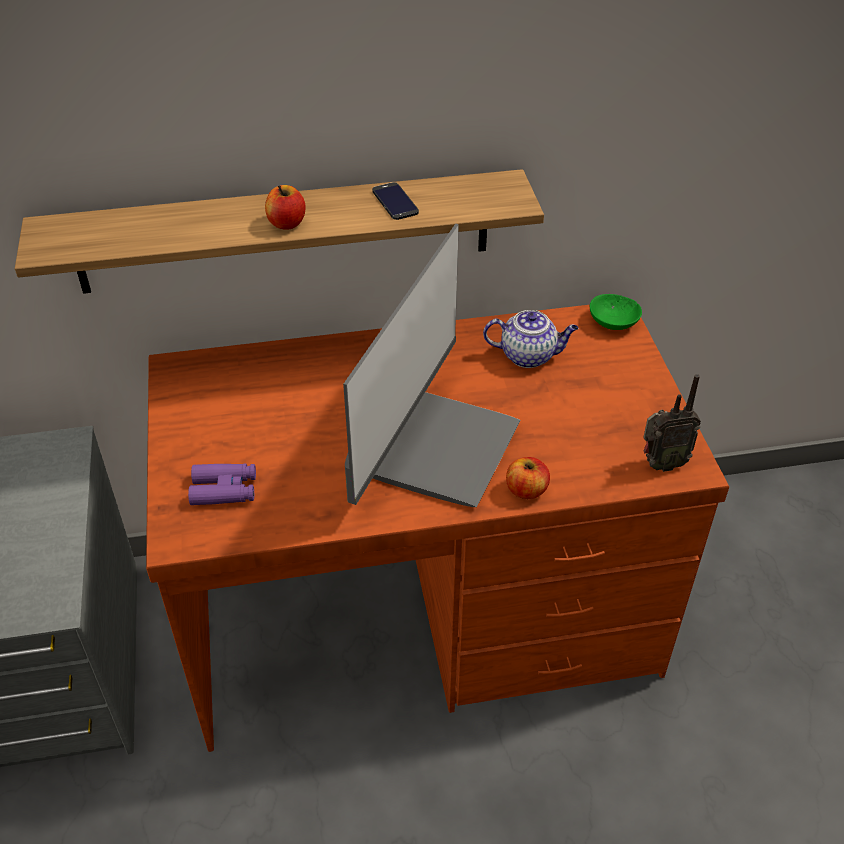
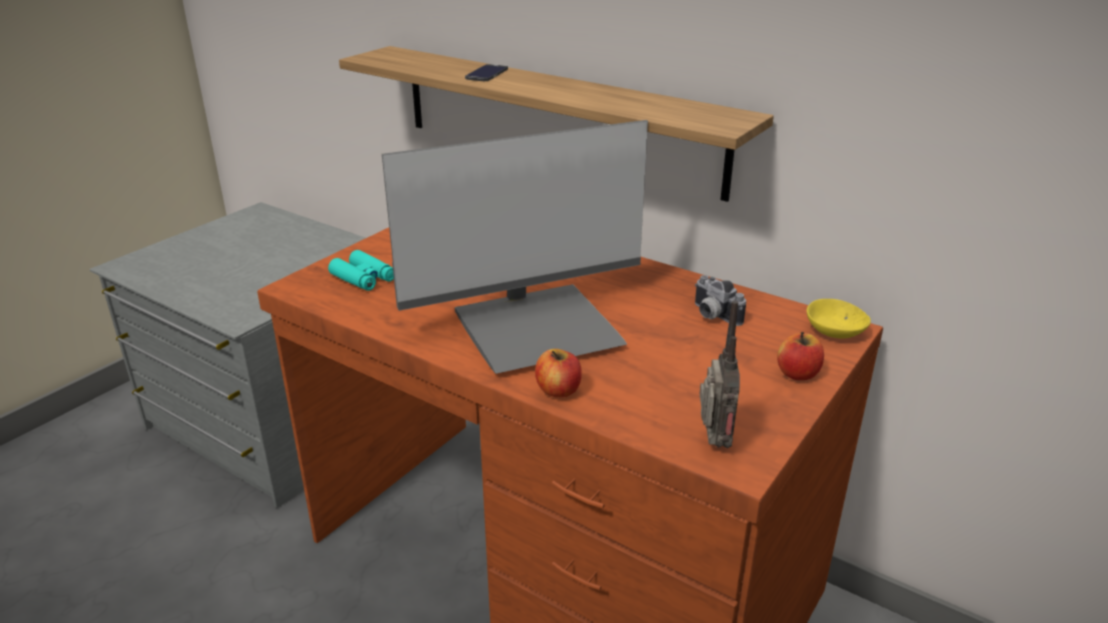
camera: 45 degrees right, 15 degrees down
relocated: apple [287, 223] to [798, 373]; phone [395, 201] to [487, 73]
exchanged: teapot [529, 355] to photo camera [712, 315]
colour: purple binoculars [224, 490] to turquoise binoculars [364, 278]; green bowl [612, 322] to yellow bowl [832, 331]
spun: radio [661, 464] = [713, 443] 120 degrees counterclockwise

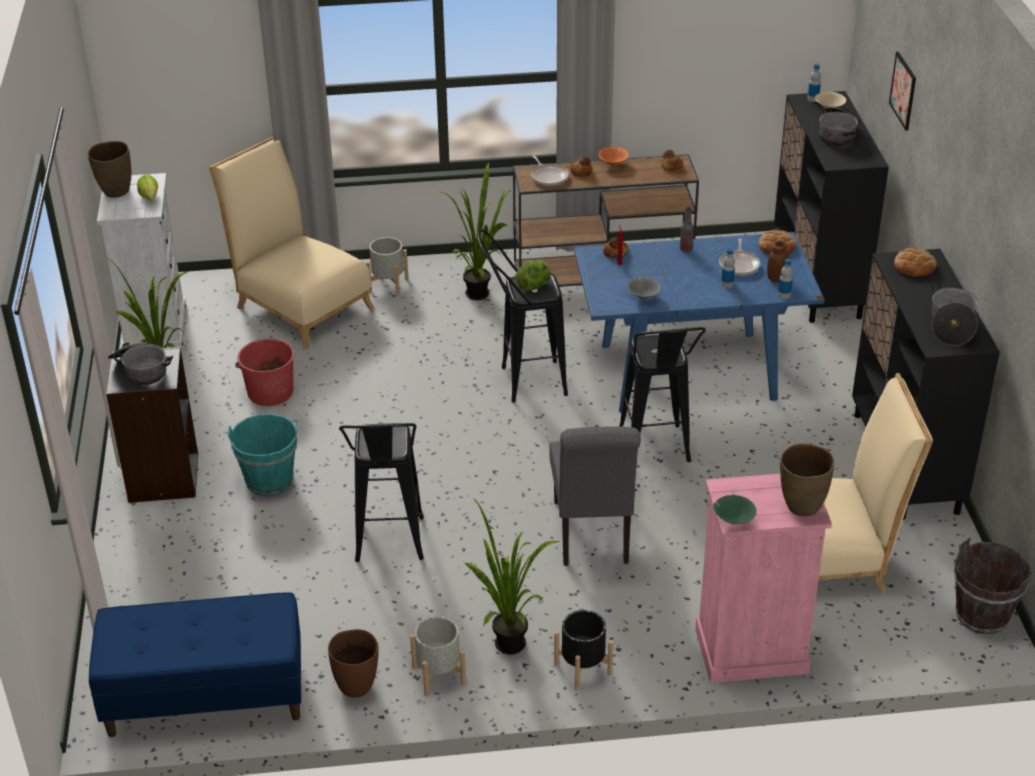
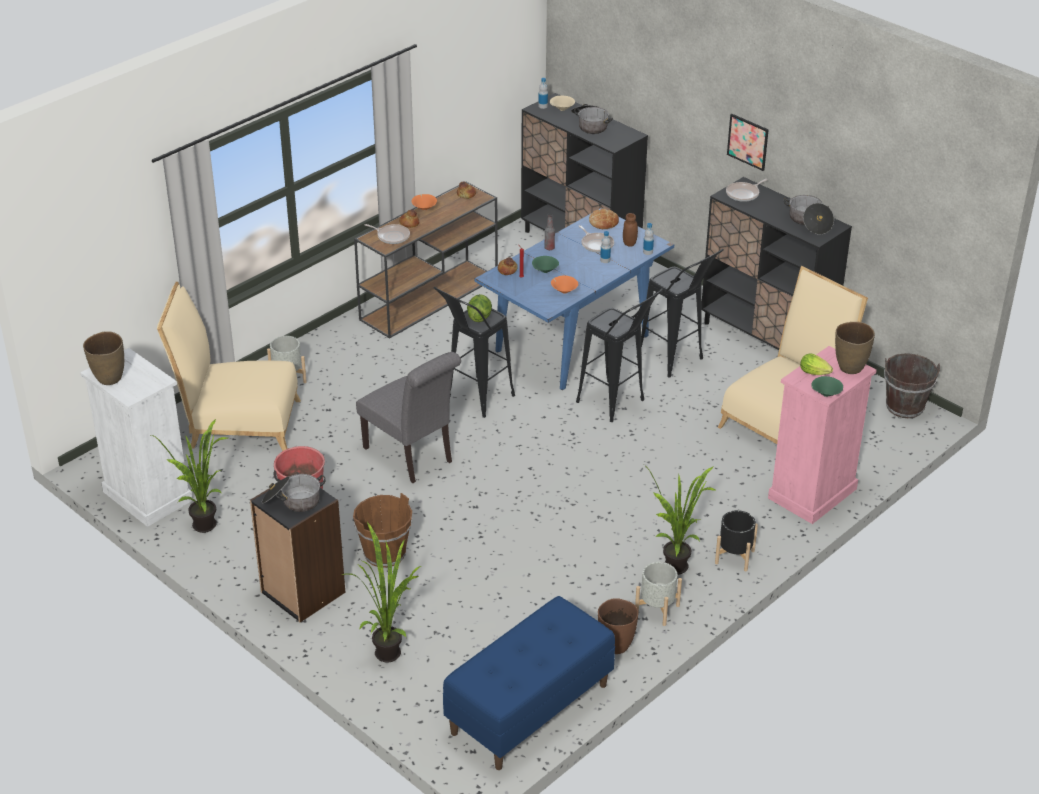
camera: 40 degrees left, 0 degrees up
appeared: green bowl [544, 271]
relocated: lettuce [150, 198] to [816, 373]; black stool [389, 549] to [677, 362]; potted plant [481, 292] to [389, 649]; grey chair [592, 536] to [412, 457]; picture [903, 90] to [748, 141]
exchanged: bread [914, 266] to frying pan [744, 194]
colour: turquoise bucket [269, 481] to brown bucket [385, 554]; grey bowl [643, 296] to orange bowl [563, 291]

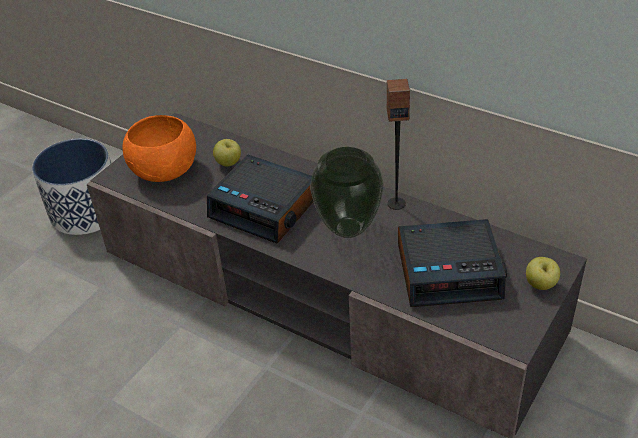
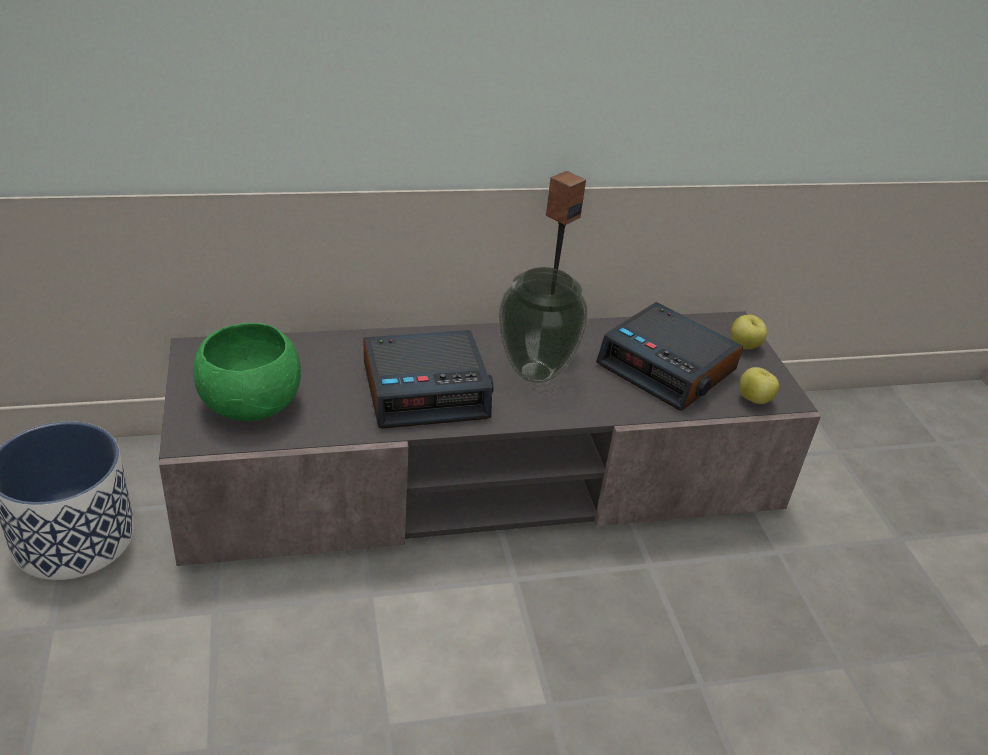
camera: 50 degrees left, 5 degrees down
relocated: apple [228, 163] to [754, 400]
colour: orange bowl [165, 170] to green bowl [251, 403]
spun: alarm clock [450, 271] = [668, 368] 90 degrees clockwise

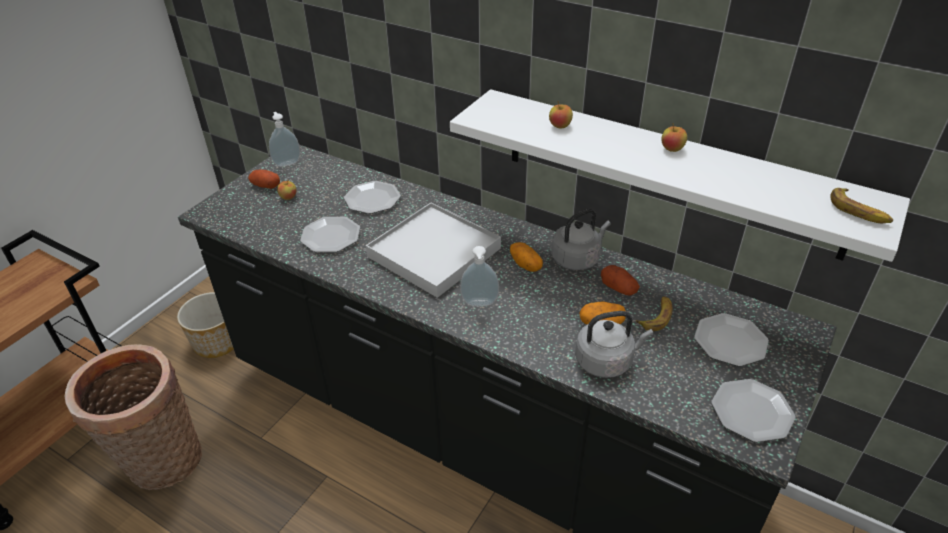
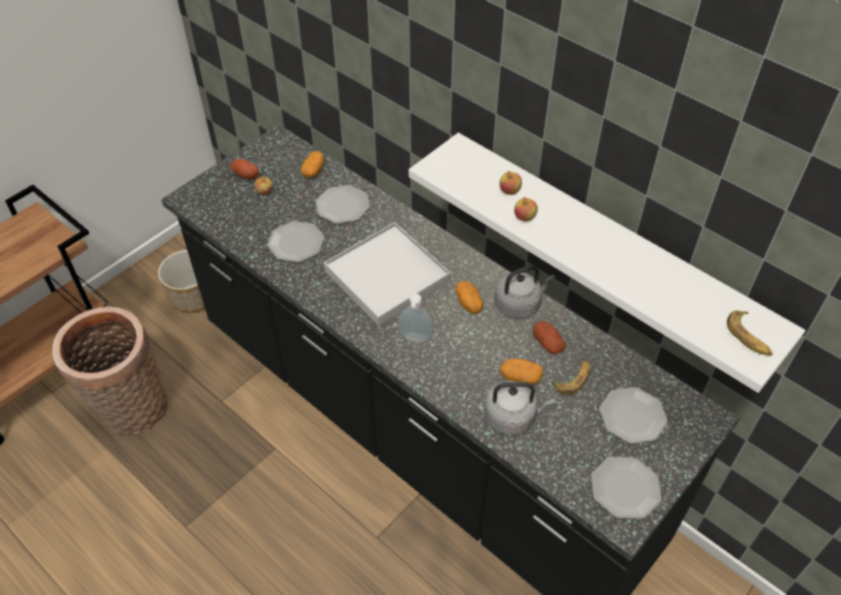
camera: 10 degrees right, 10 degrees up
missing: soap dispenser [287, 163]
appeared: potato [313, 171]
relocated: apple [672, 149] to [524, 217]

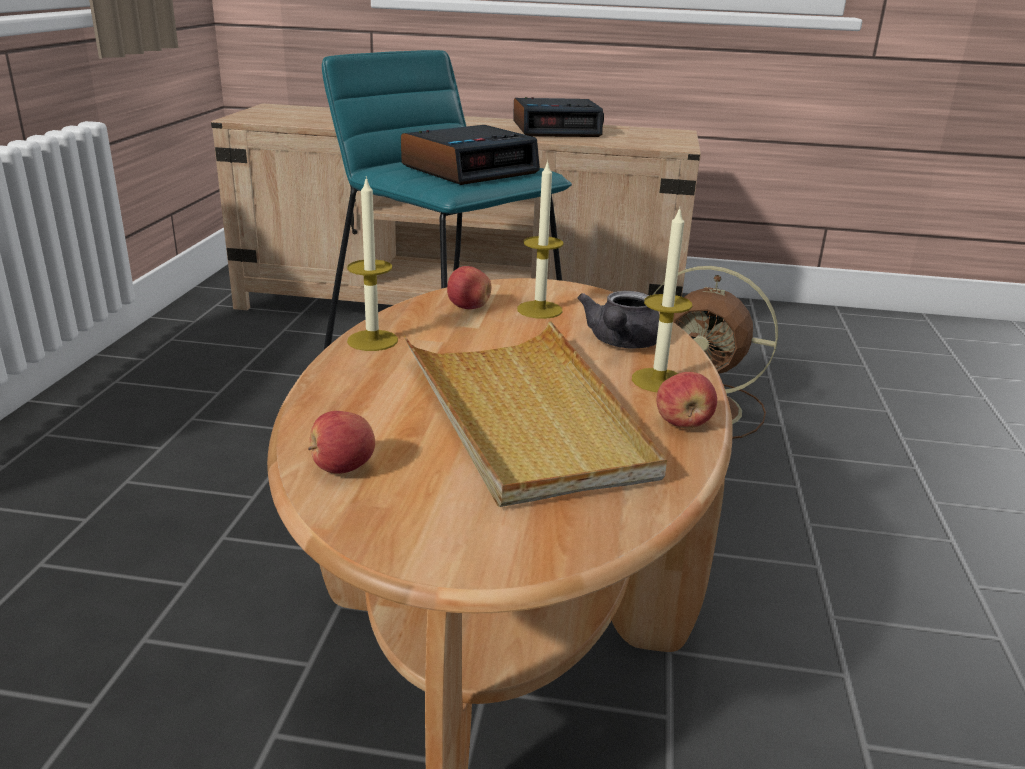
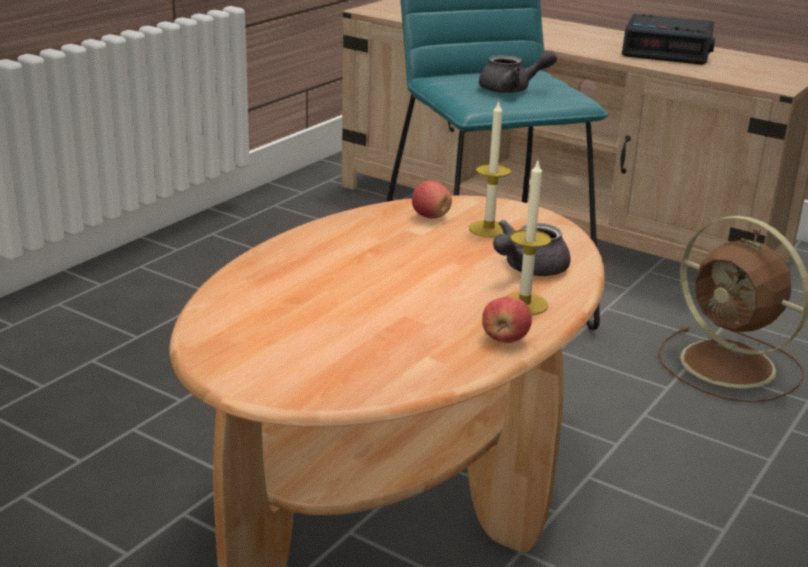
camera: 25 degrees right, 0 degrees up
missing: apple [342, 468]; candle [372, 340]; beige tray [524, 415]
exchanged: alarm clock [470, 169] to grey teapot [512, 89]

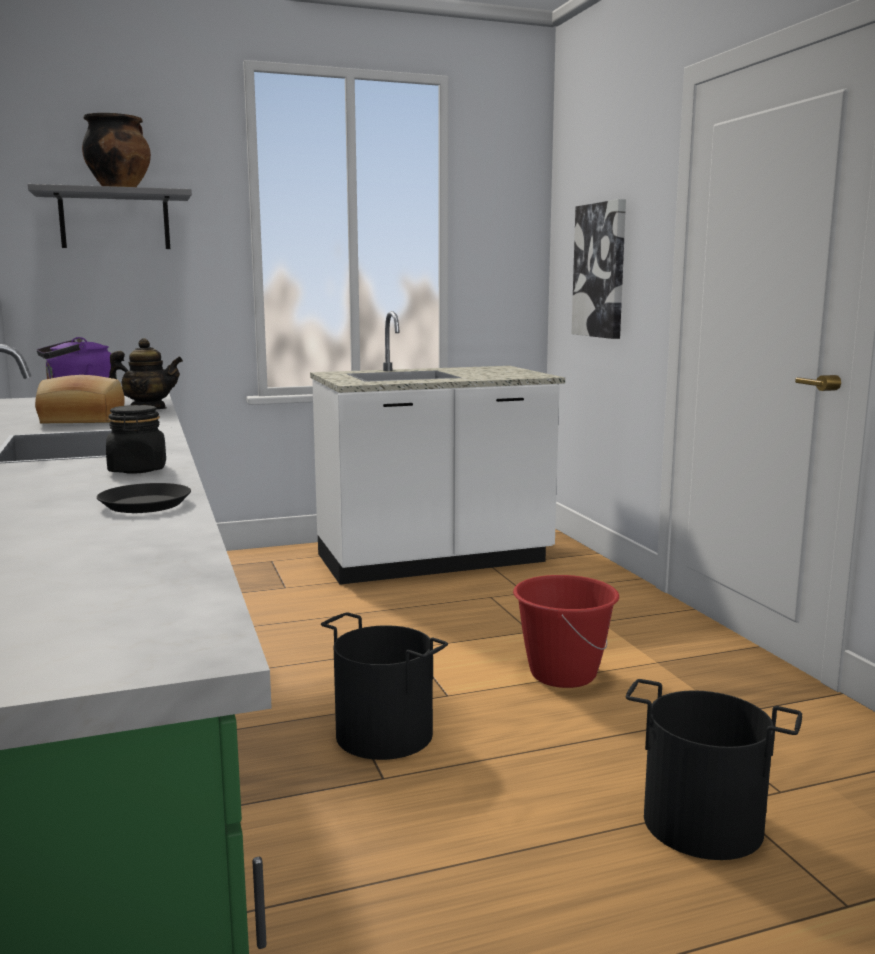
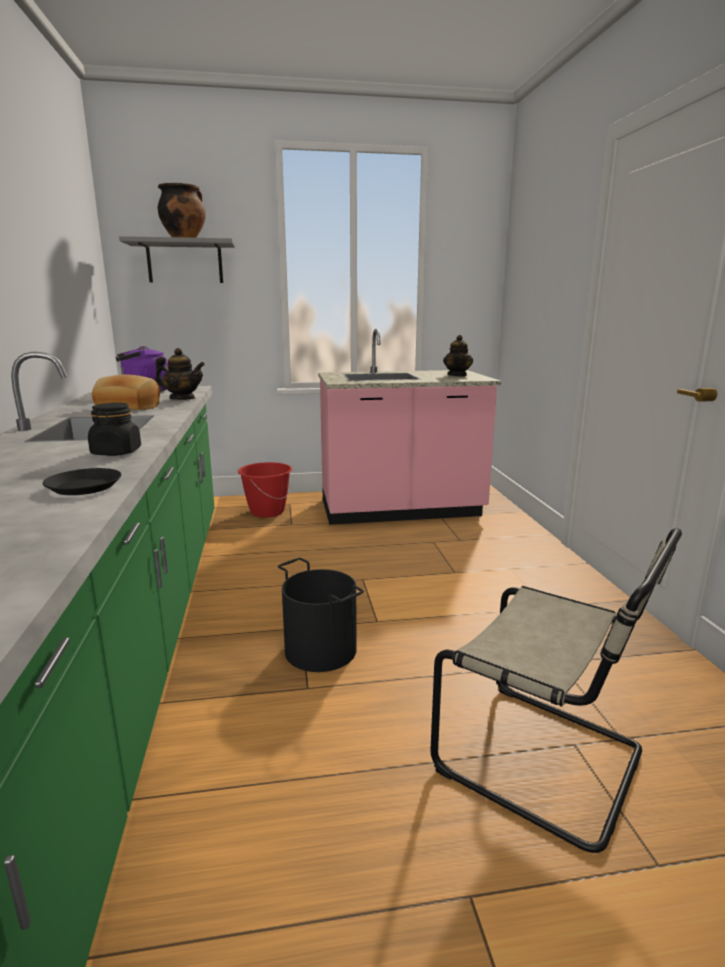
camera: 10 degrees right, 5 degrees up
missing: picture [601, 270]
appeared: teapot [457, 375]
relocated: red bucket [562, 674] to [267, 512]
exchanged: black bucket [702, 824] to beige chair [547, 762]
colour: white counter [434, 561] to pink counter [401, 510]

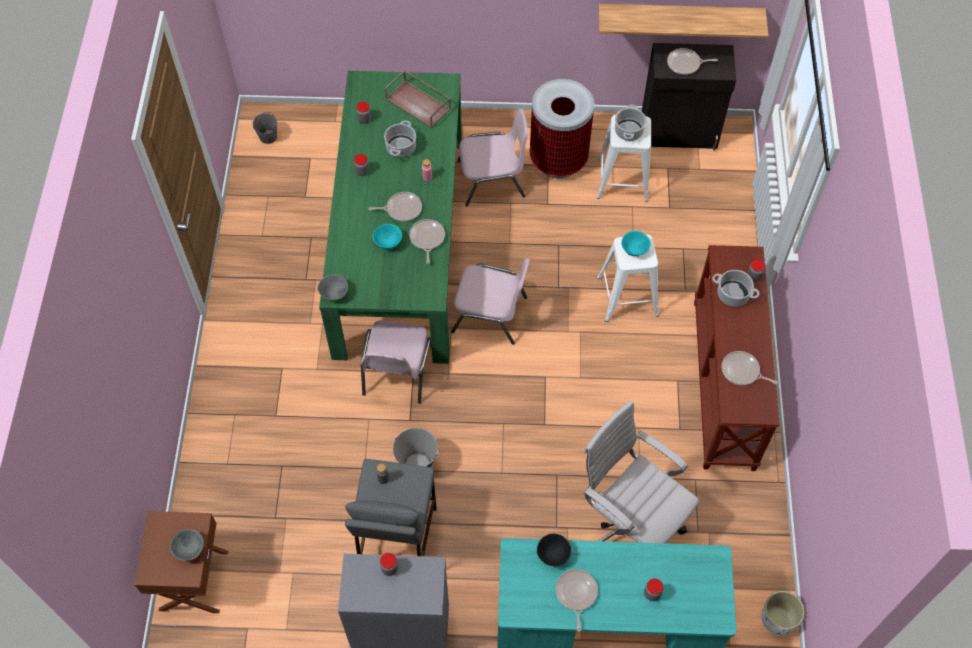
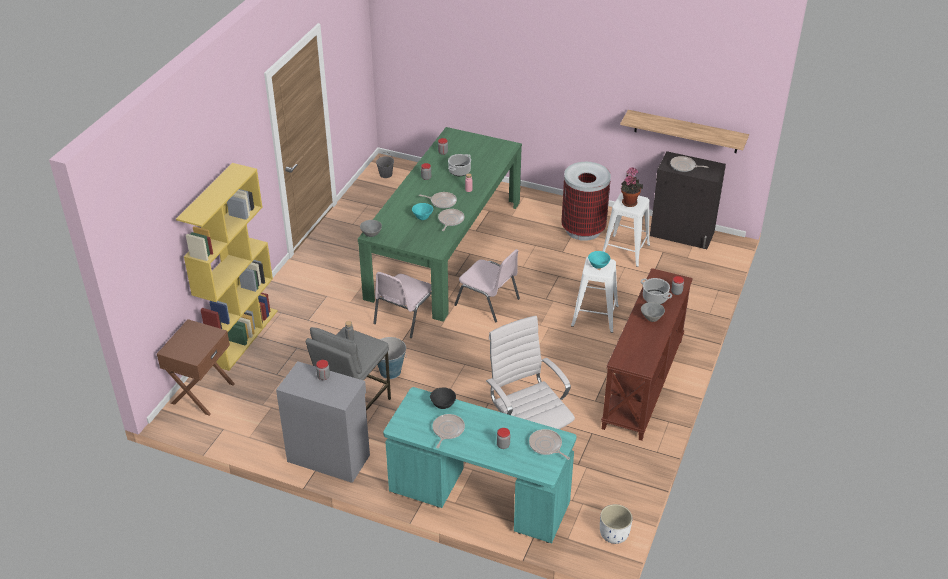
camera: 20 degrees right, 20 degrees down
missing: brown tray [419, 104]; pink chair [492, 179]
appeared: yellow bookcase [242, 336]
relocated: grey bowl [191, 549] to [652, 317]; frying pan [742, 371] to [546, 446]
exchanged: cooking pot [628, 130] to potted plant [629, 202]

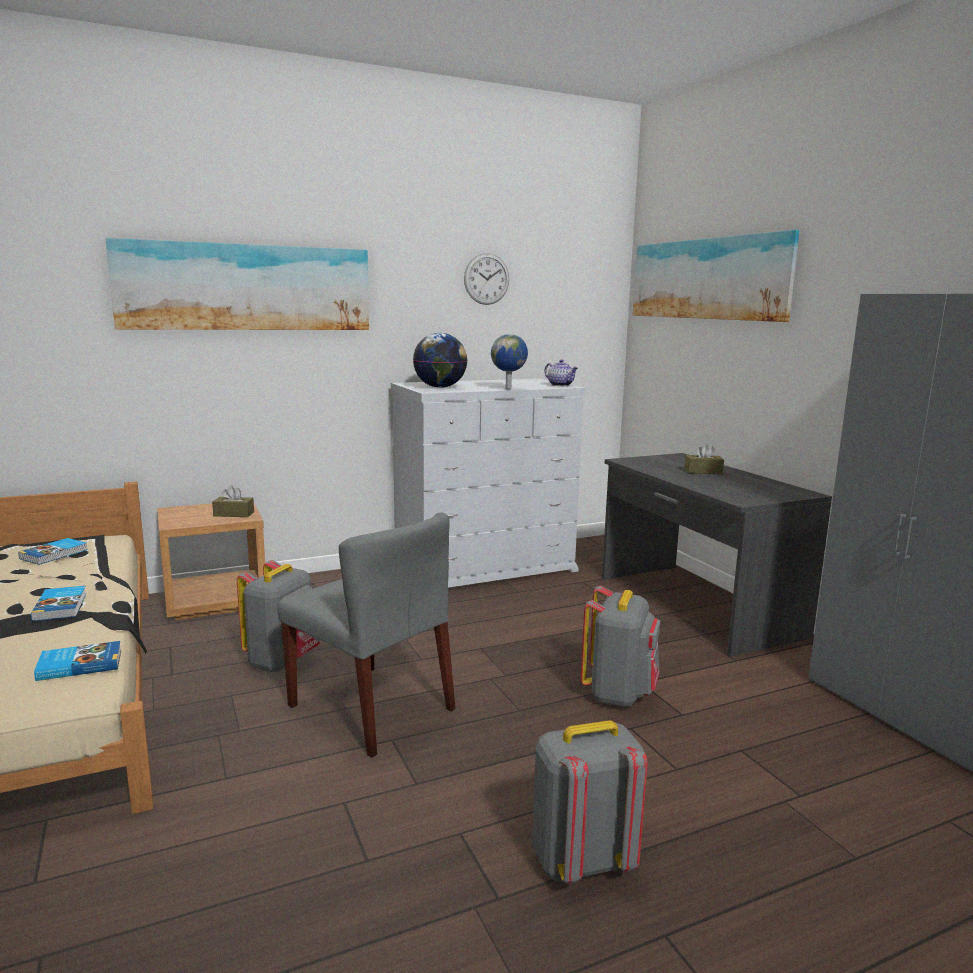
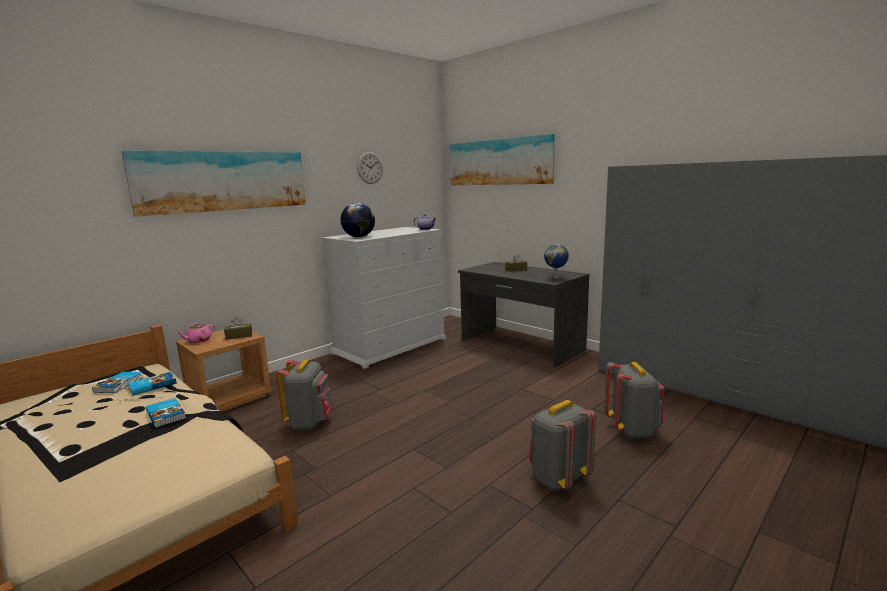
camera: 20 degrees left, 0 degrees up
missing: grey chair [372, 708]
appeared: pink teapot [198, 340]
relocated: book [79, 664] to [152, 385]; globe [509, 389] to [556, 278]; grey backpack [619, 694] to [632, 430]

